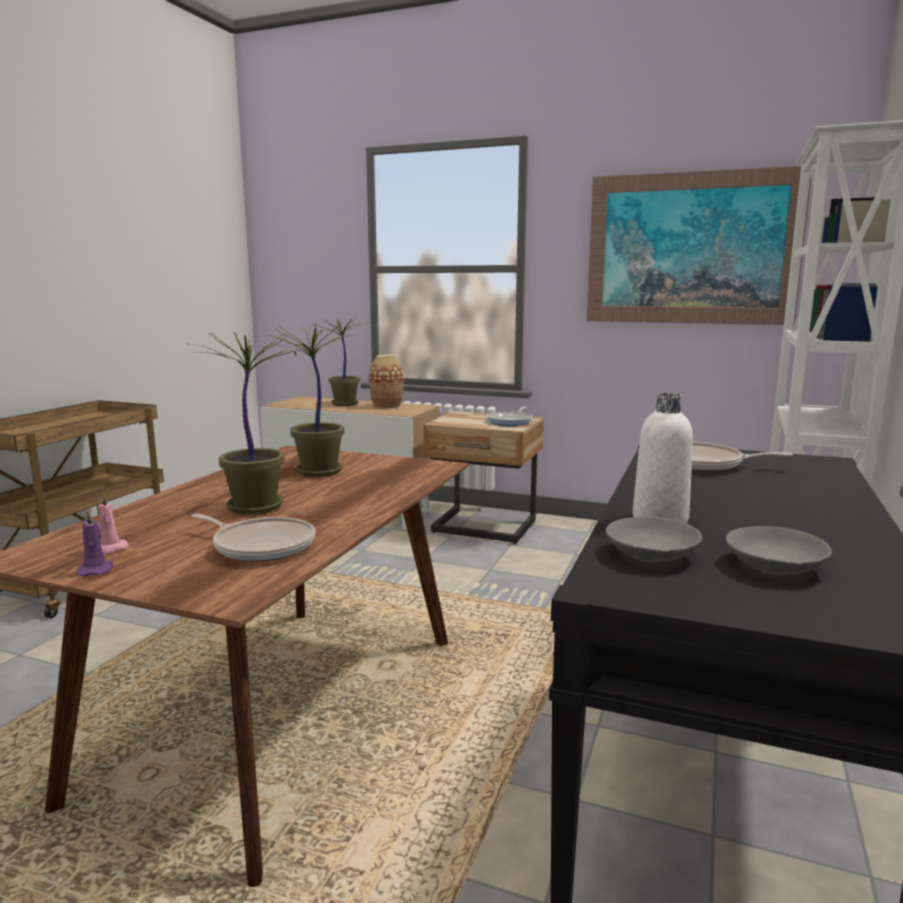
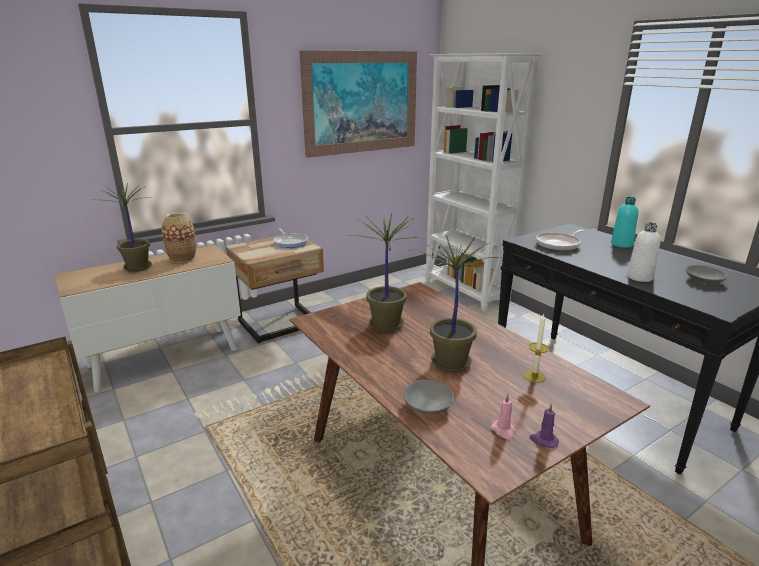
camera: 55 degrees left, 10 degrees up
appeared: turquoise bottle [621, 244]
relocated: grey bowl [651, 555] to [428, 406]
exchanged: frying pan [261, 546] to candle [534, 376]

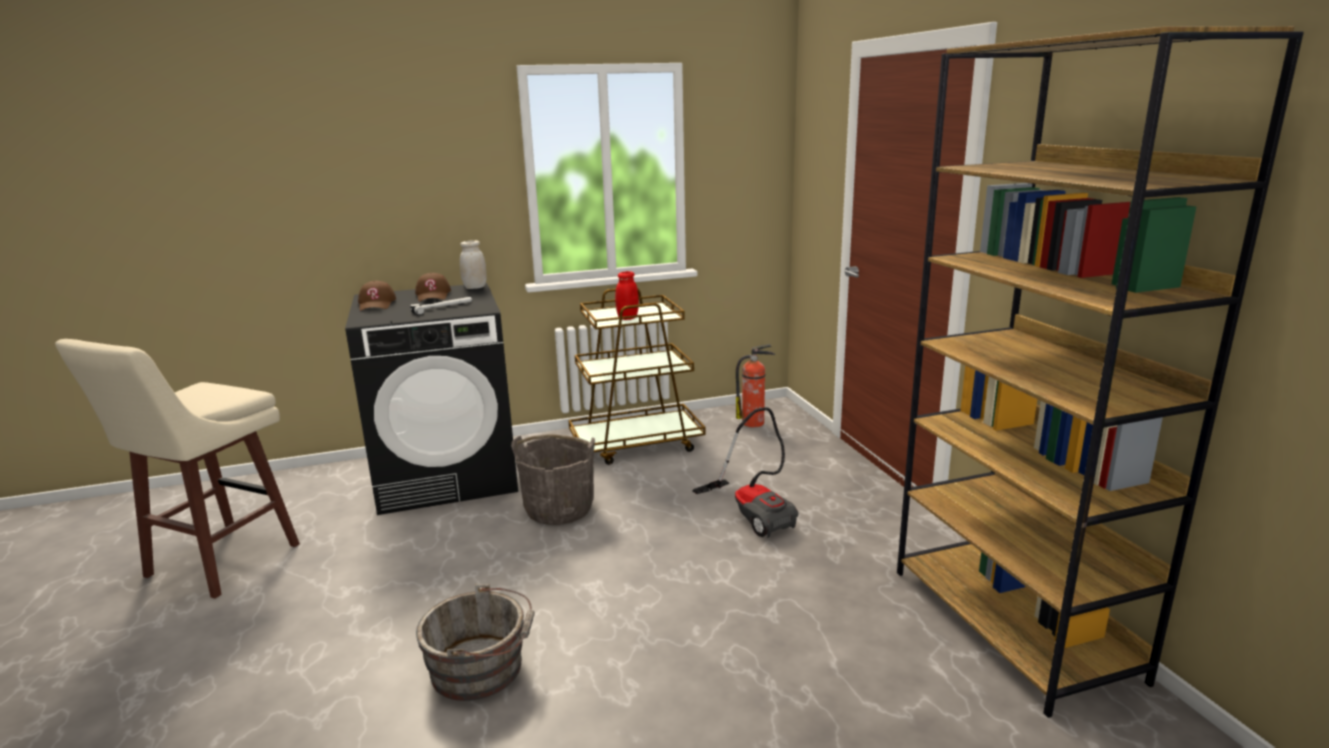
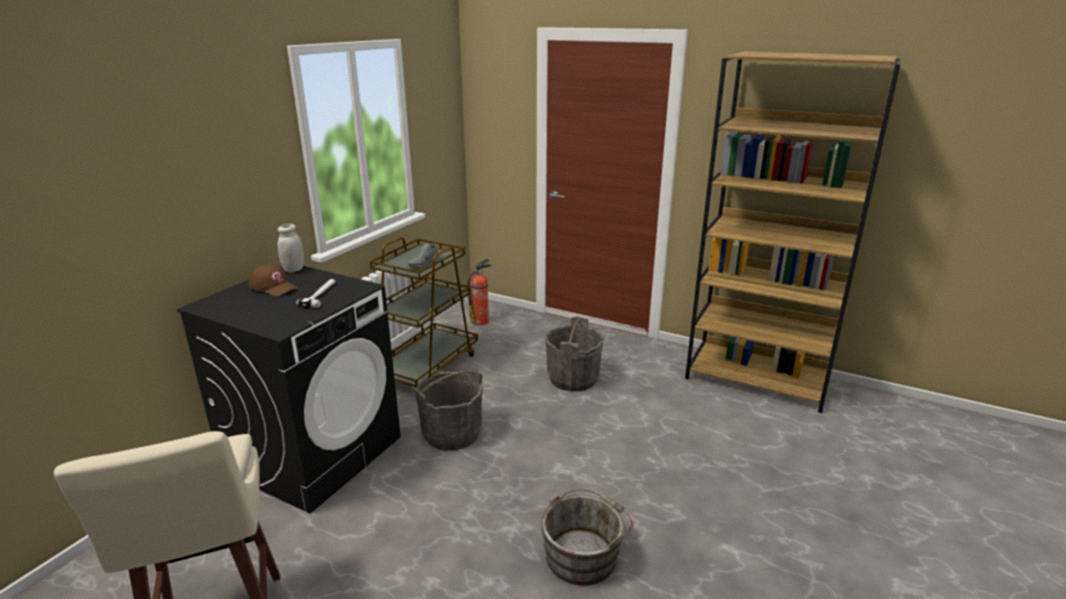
camera: 45 degrees left, 5 degrees up
missing: brown cap [377, 304]
exchanged: red jar [627, 318] to grey shoe [424, 264]; vacuum cleaner [754, 513] to grey bucket [573, 378]

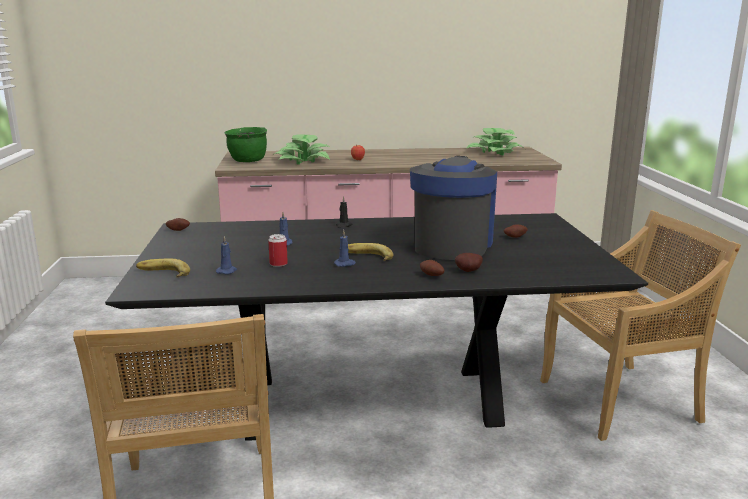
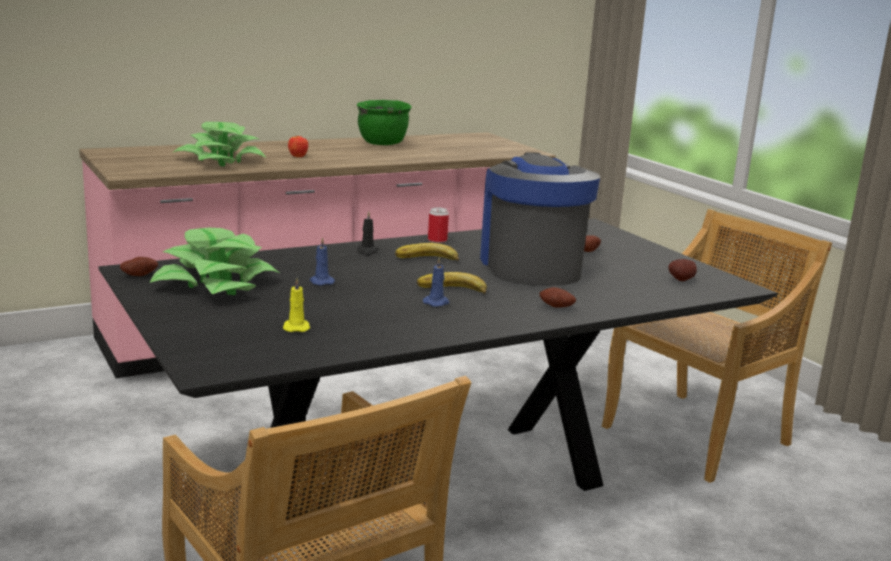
camera: 25 degrees left, 0 degrees up
relocated: banana [162, 274] to [427, 260]; green cooking pot [248, 161] to [382, 144]; can [278, 264] to [437, 240]; potato [469, 271] to [682, 281]; potted plant [495, 152] to [216, 284]
colour: blue candle [227, 271] to yellow candle [296, 327]

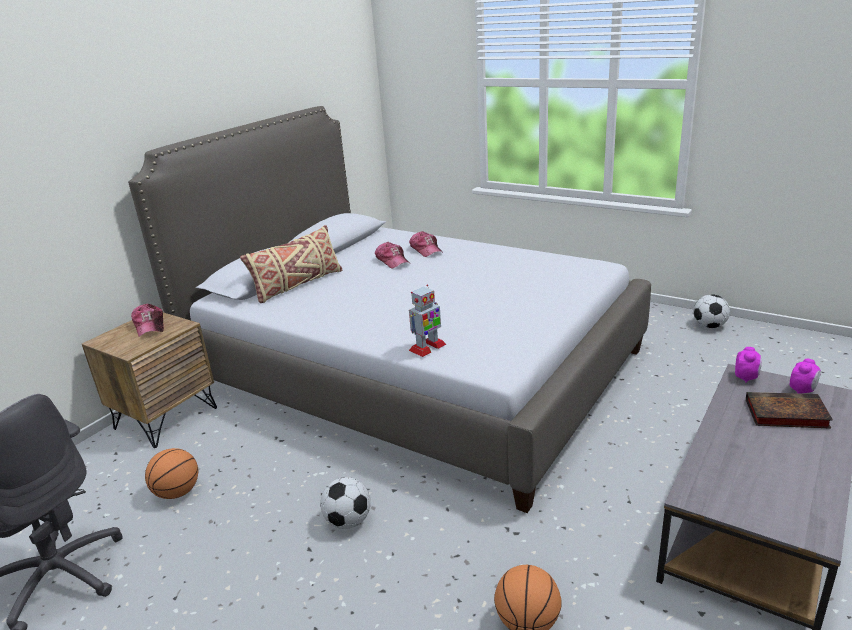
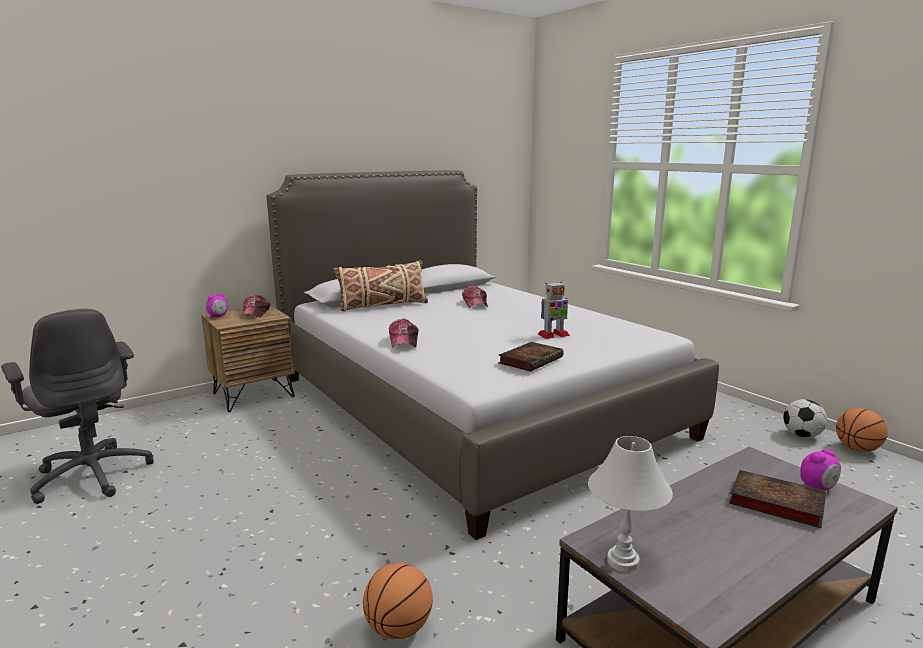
camera: 20 degrees right, 10 degrees down
missing: football [348, 521]
appeared: book [531, 360]; white table lamp [623, 561]
relocated: basketball [177, 492] to [857, 449]; cap [426, 250] to [404, 341]; toy robot [427, 348] to [553, 335]; alarm clock [746, 378] to [218, 316]

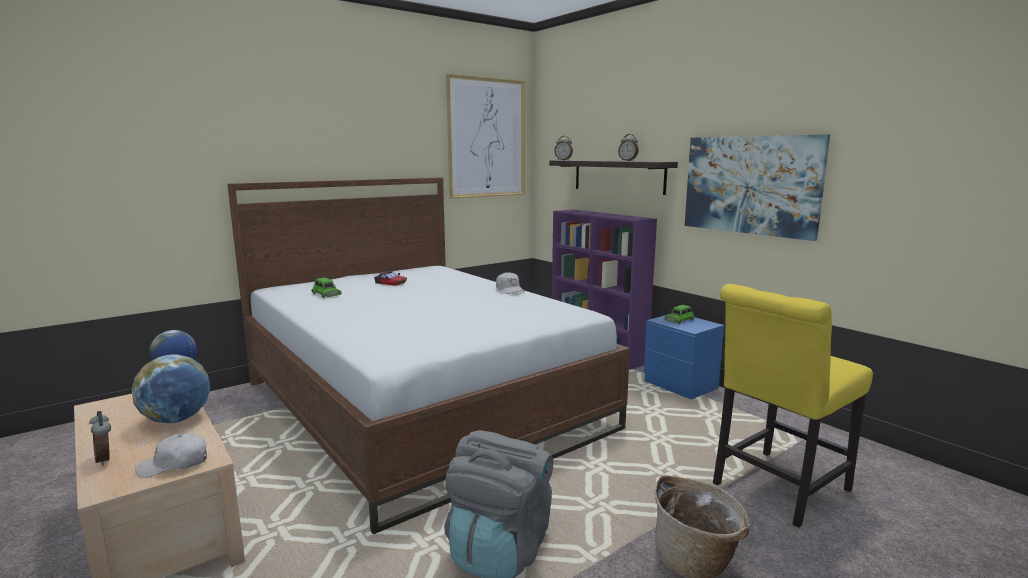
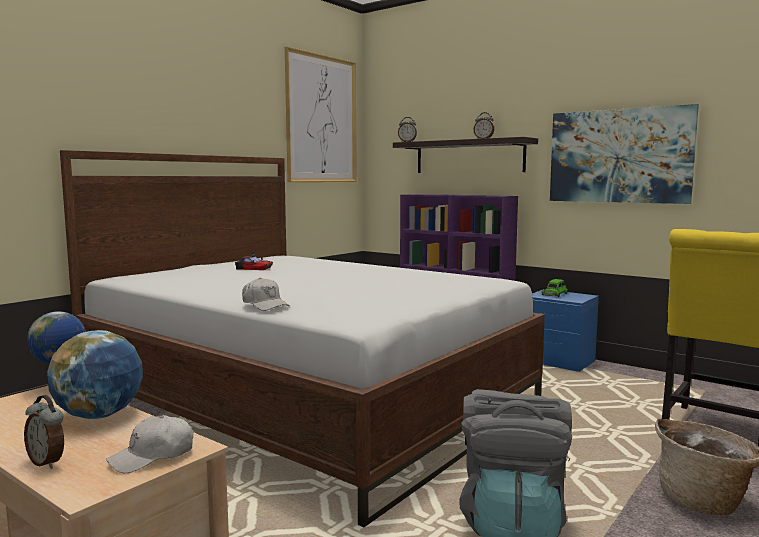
camera: 15 degrees left, 5 degrees down
missing: green toy car [326, 294]
relocated: white cap [509, 290] to [265, 305]

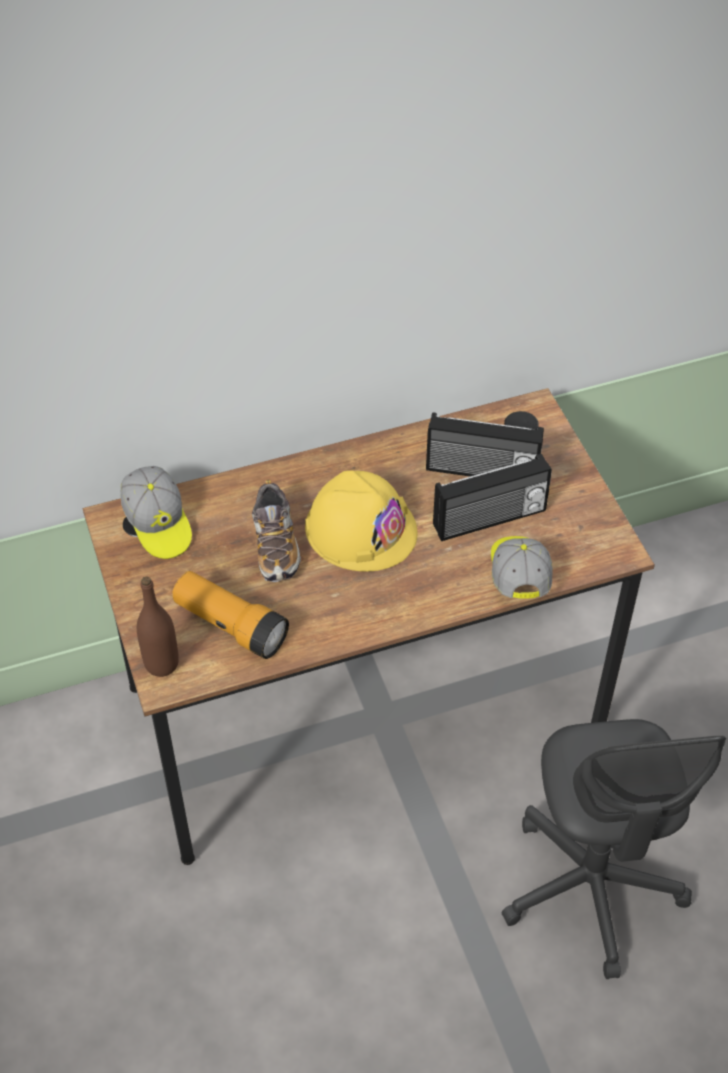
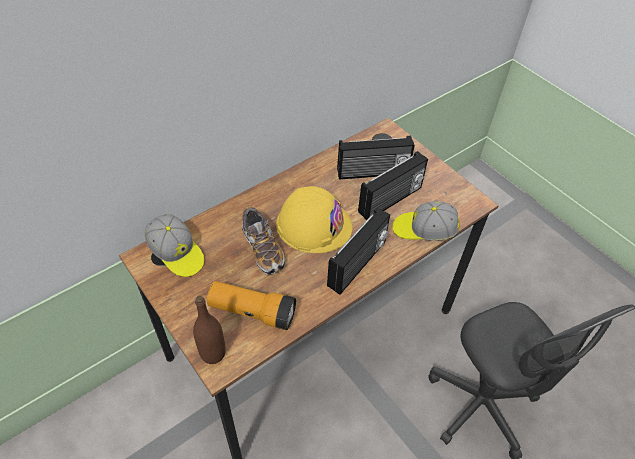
camera: 20 degrees left, 0 degrees up
appeared: radio [358, 264]
spun: cap [518, 574] = [423, 230] 60 degrees counterclockwise

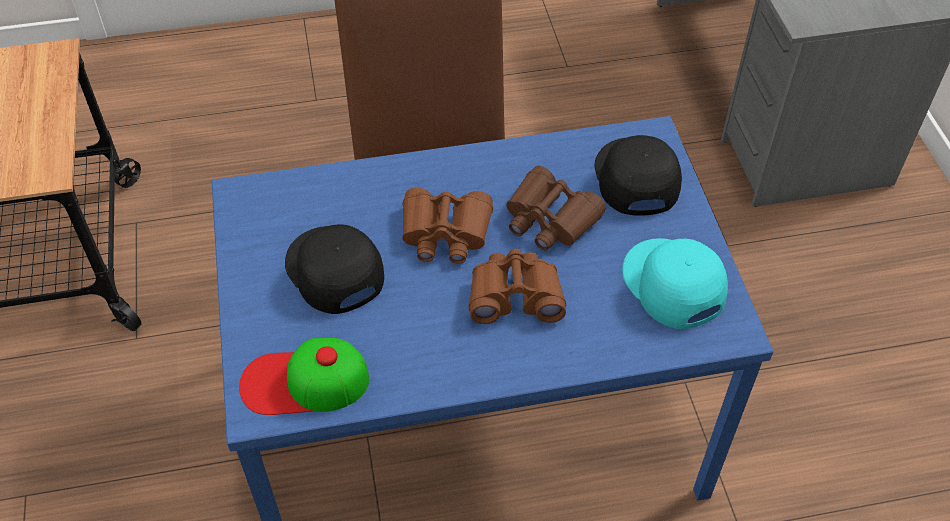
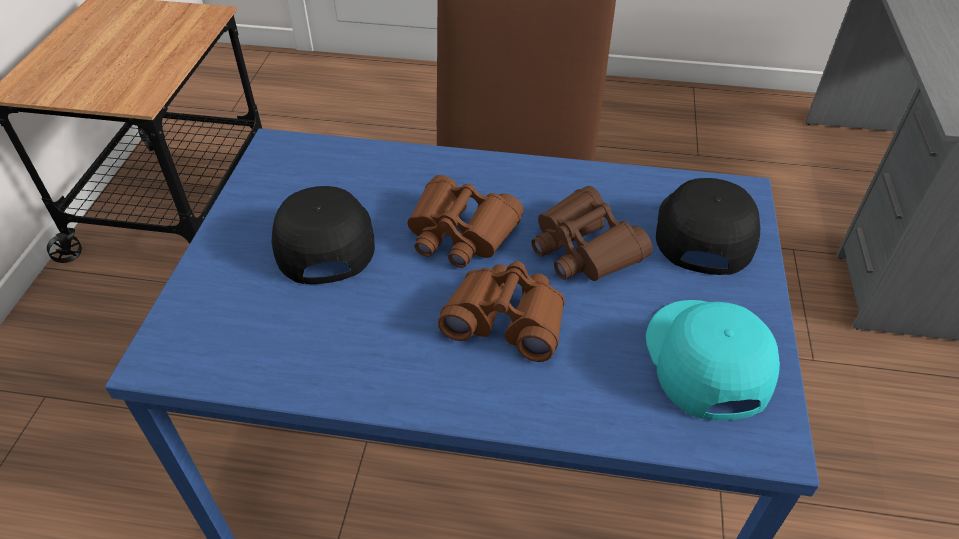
camera: 20 degrees right, 5 degrees down
missing: cap [304, 382]

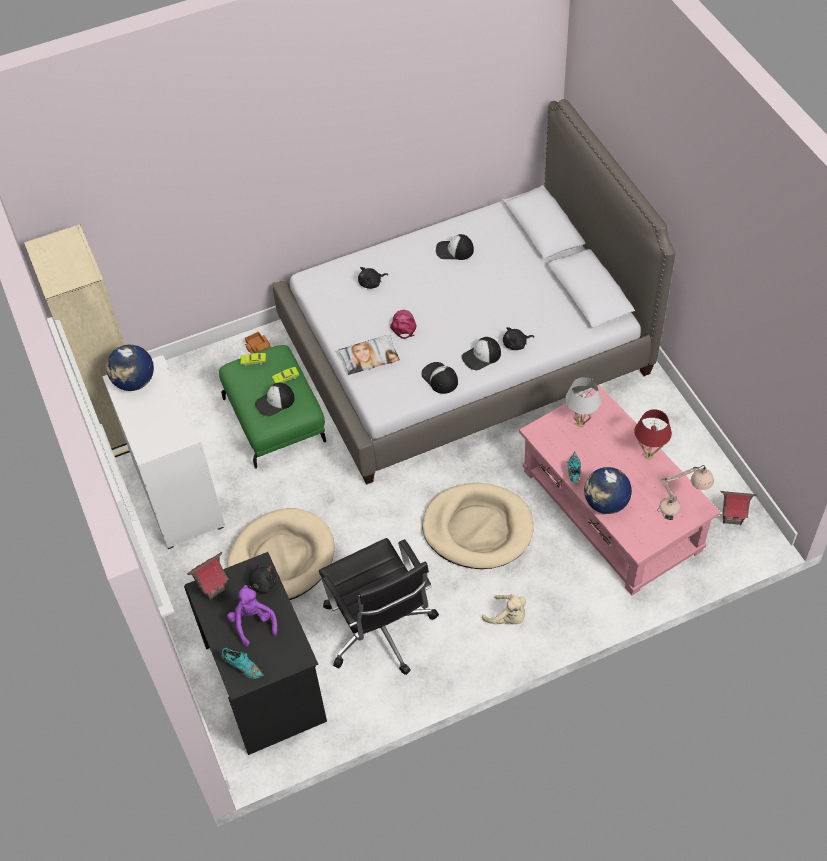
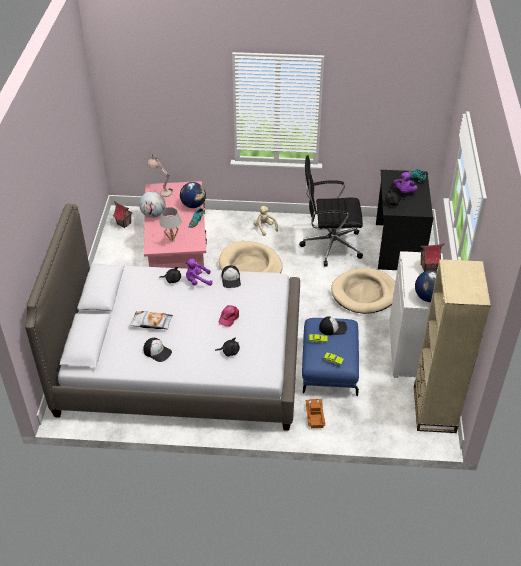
camera: 155 degrees left, 10 degrees down
relocated: toy house [213, 588] to [428, 267]; pillow [369, 357] to [151, 323]
exchanged: cap [481, 356] to purple plush toy [197, 281]; red table lamp [649, 456] to globe [153, 214]
colour: green ottoman [276, 420] to blue ottoman [329, 367]
spun: black office chair [380, 631] = [330, 245] 90 degrees counterclockwise

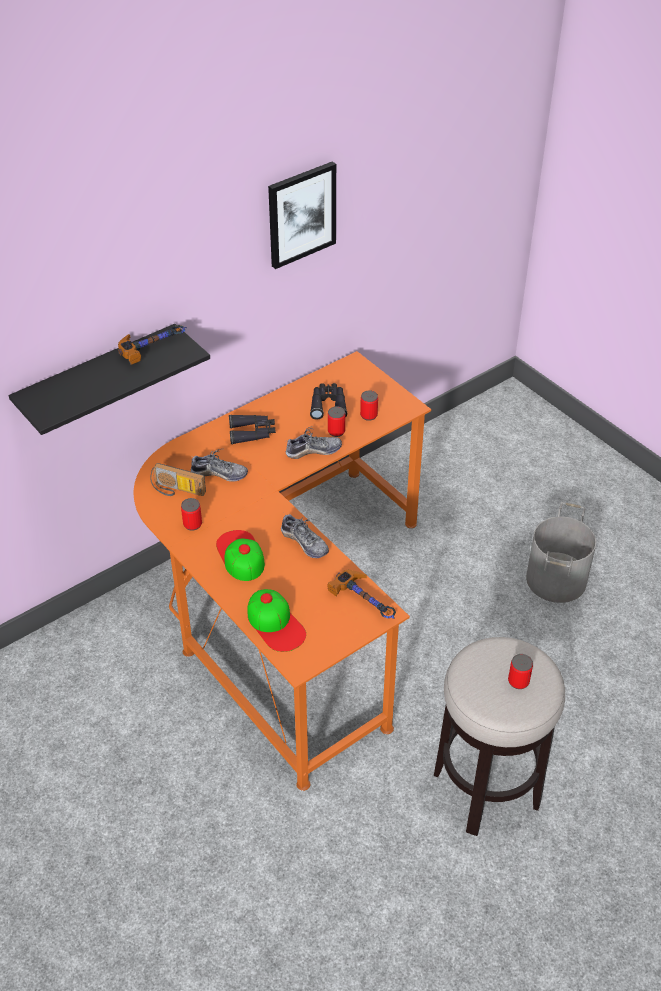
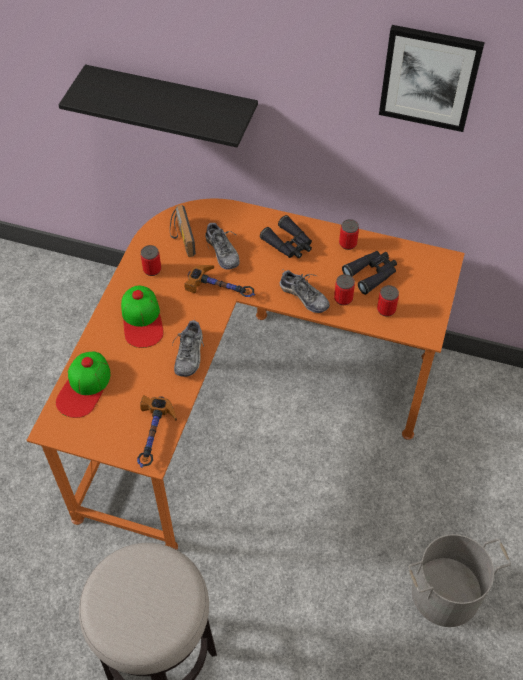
camera: 55 degrees right, 10 degrees up
relocated: hammer [153, 346] to [222, 289]; can [518, 681] to [348, 243]
spun: cap [240, 555] = [142, 320] 135 degrees clockwise

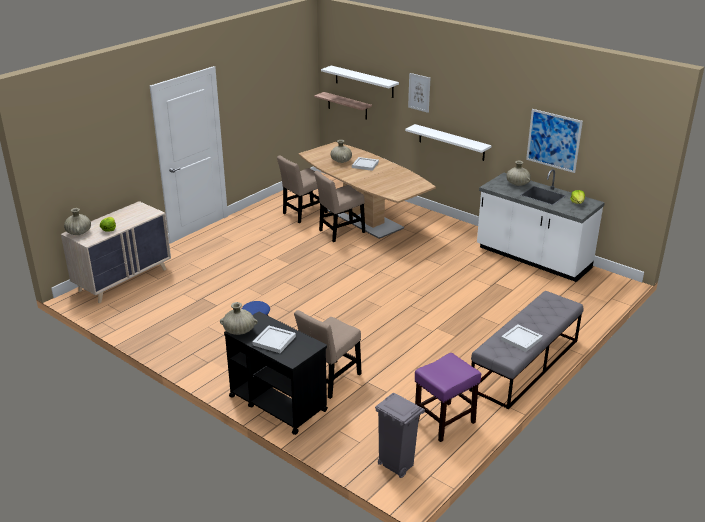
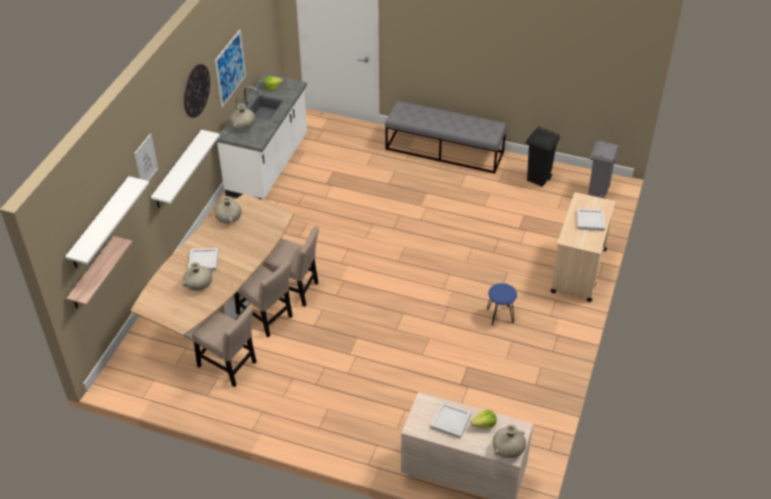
camera: 110 degrees left, 15 degrees up
appeared: wall clock [196, 90]
relocated: beige vase [239, 331] to [229, 218]; beige chair [329, 380] to [294, 289]; white tray [521, 339] to [450, 421]
exchanged: purple stool [444, 422] to black trash can [538, 179]
colour: black cart [277, 403] to beige cart [578, 271]

